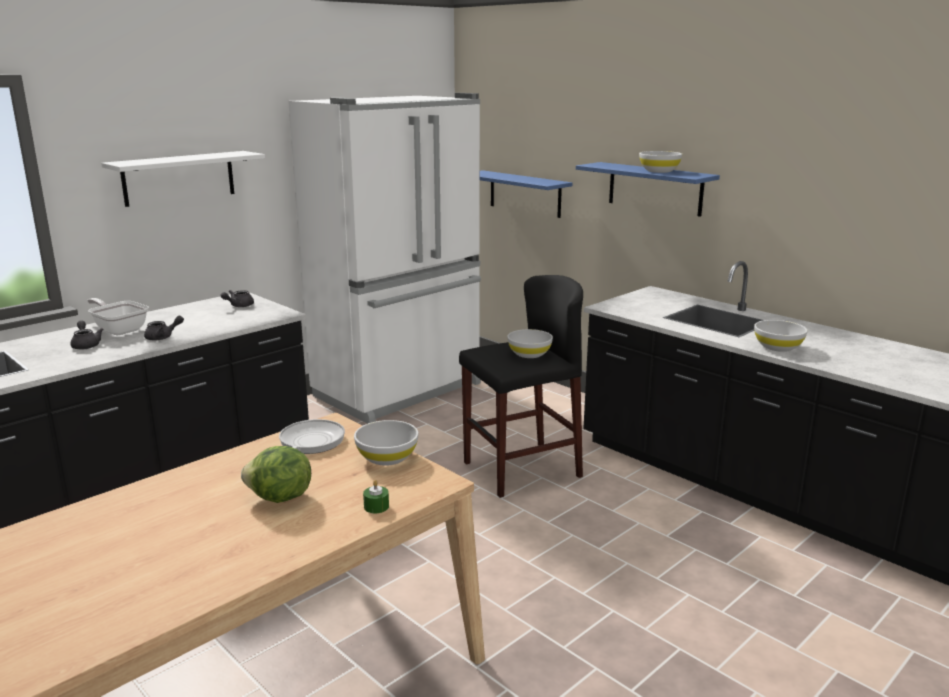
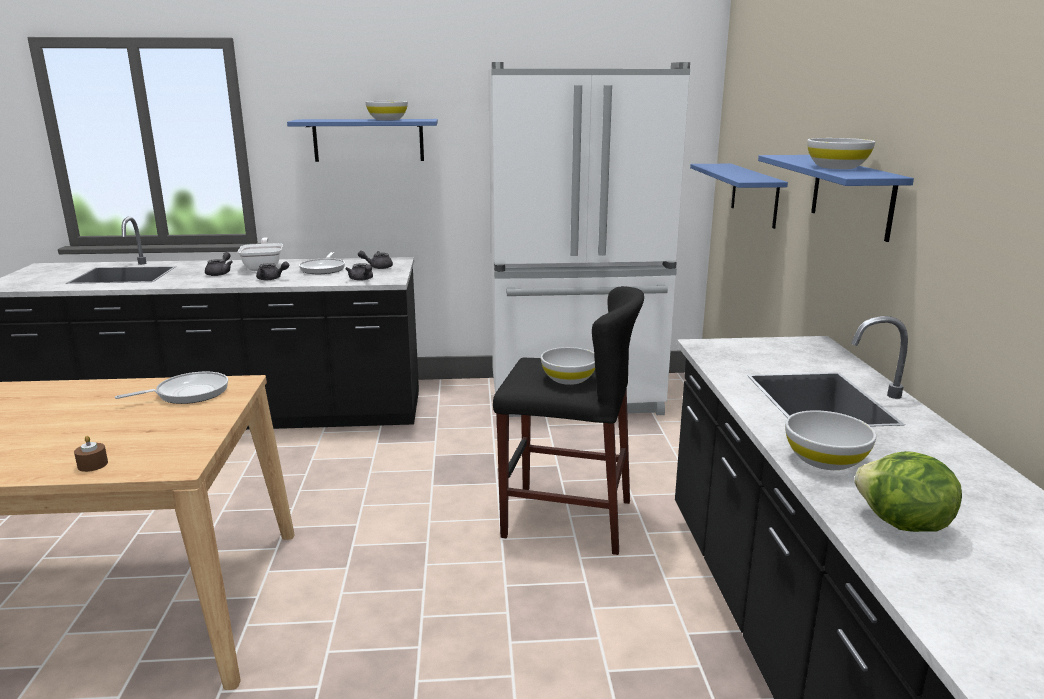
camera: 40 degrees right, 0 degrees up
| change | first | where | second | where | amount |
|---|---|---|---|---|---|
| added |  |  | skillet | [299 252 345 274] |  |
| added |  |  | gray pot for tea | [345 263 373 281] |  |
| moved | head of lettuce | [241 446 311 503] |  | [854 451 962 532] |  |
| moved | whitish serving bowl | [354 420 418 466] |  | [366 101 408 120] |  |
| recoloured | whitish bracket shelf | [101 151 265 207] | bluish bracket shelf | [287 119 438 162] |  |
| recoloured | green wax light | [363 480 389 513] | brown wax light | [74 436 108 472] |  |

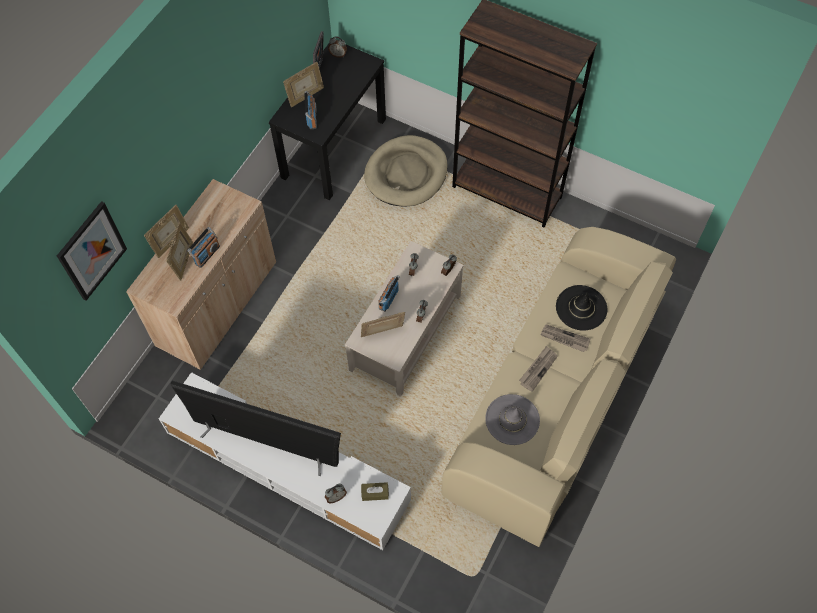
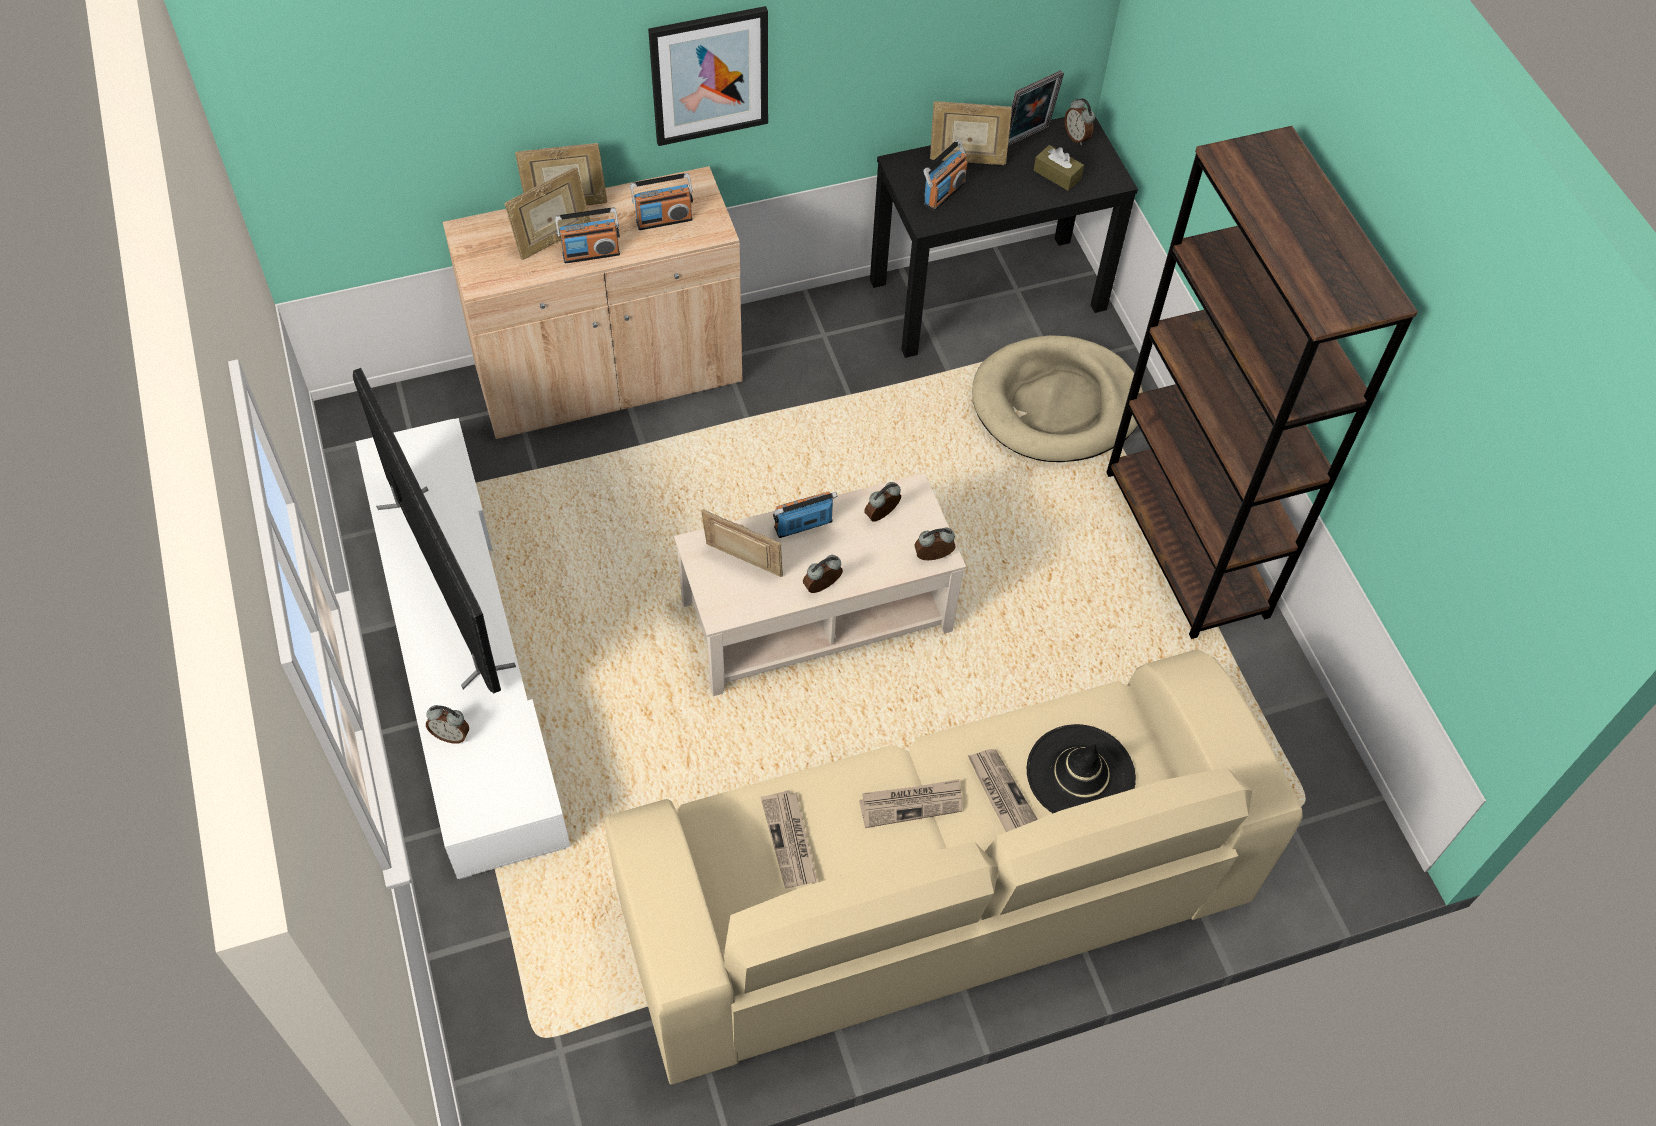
camera: 40 degrees right, 5 degrees down
| change | first | where | second | where | amount |
|---|---|---|---|---|---|
| added |  |  | radio | [630 173 693 230] |  |
| moved | wall picture | [57 201 127 301] |  | [648 6 768 146] |  |
| moved | brown box of tissues | [361 482 389 501] |  | [1034 145 1084 191] |  |
| replaced | gray wearable hat | [485 394 540 445] | printed paper | [761 790 817 889] |  |

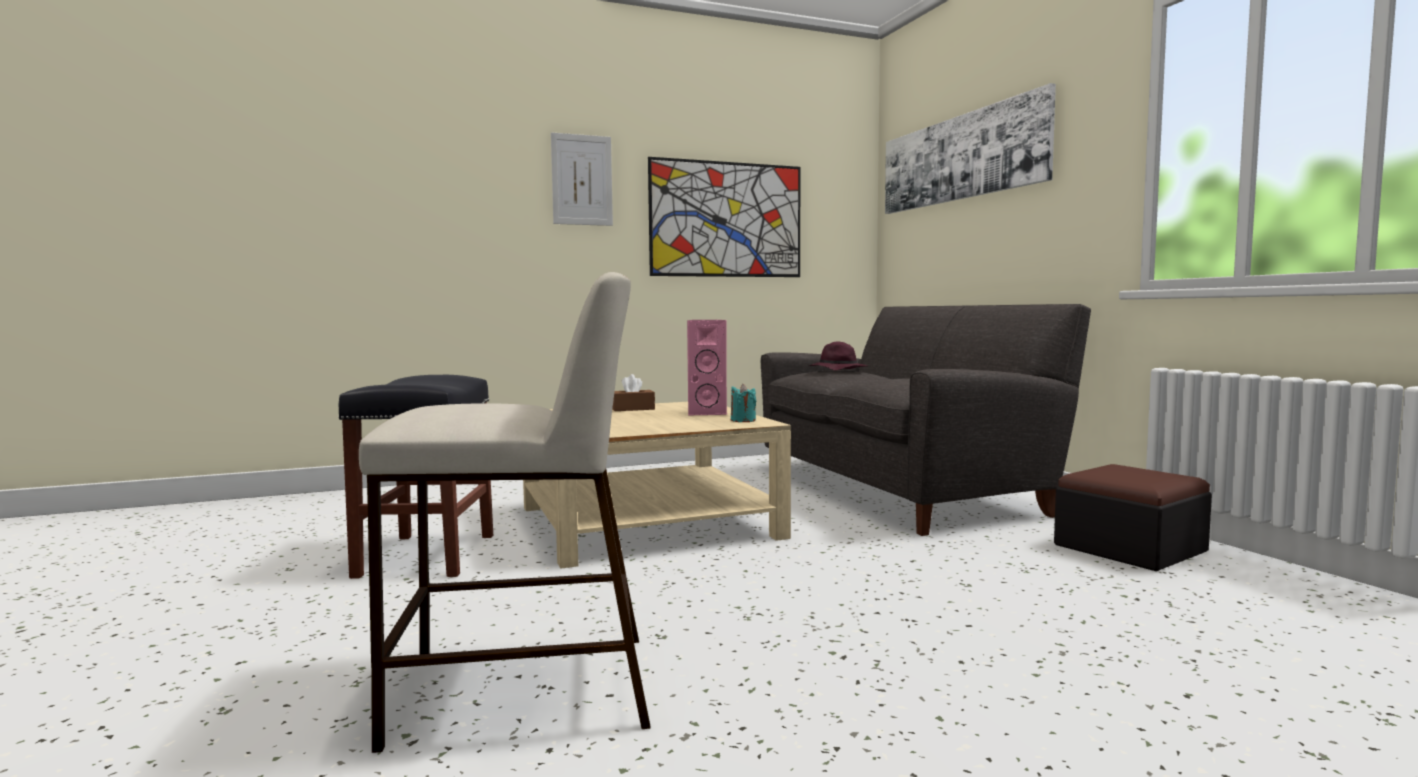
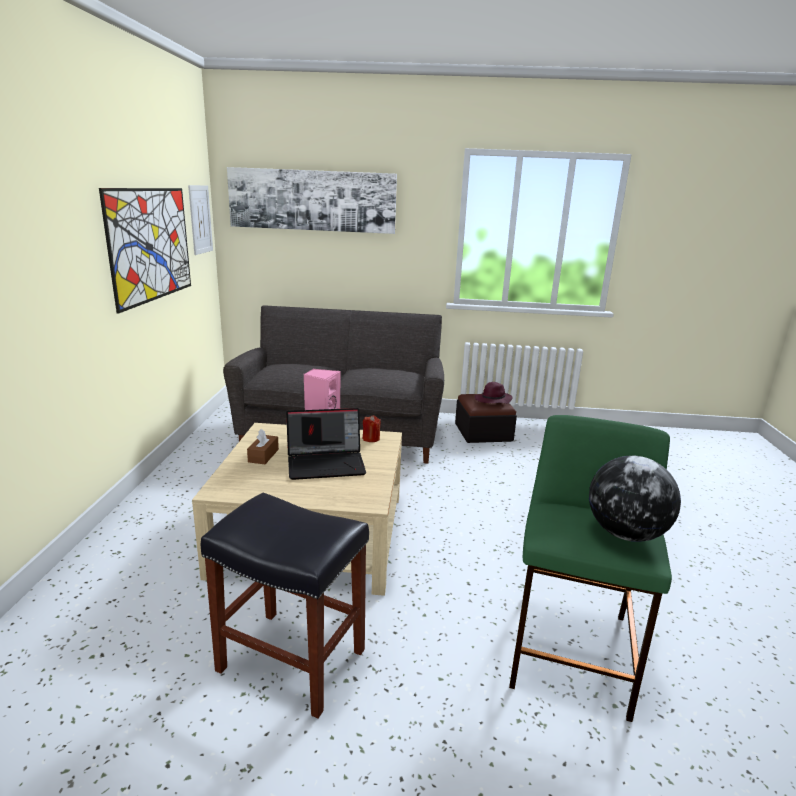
camera: 65 degrees left, 15 degrees up
| change | first | where | second | where | amount |
|---|---|---|---|---|---|
| added |  |  | laptop | [286 408 366 480] |  |
| added |  |  | world globe | [589 456 681 542] |  |
| moved | wall picture | [551 132 613 226] |  | [188 185 213 255] |  |
| moved | purplish wearable hat | [809 342 868 371] |  | [475 382 513 404] |  |
| recoloured | beige-coloured stool | [359 272 651 753] | green stool | [509 415 672 722] |  |
| recoloured | turquoise wax light | [731 384 756 422] | reddish wax light | [363 415 381 442] |  |

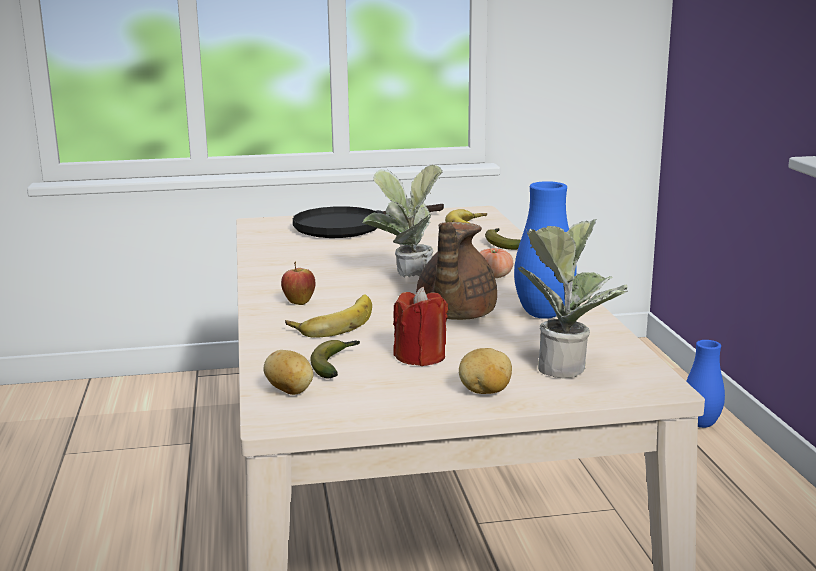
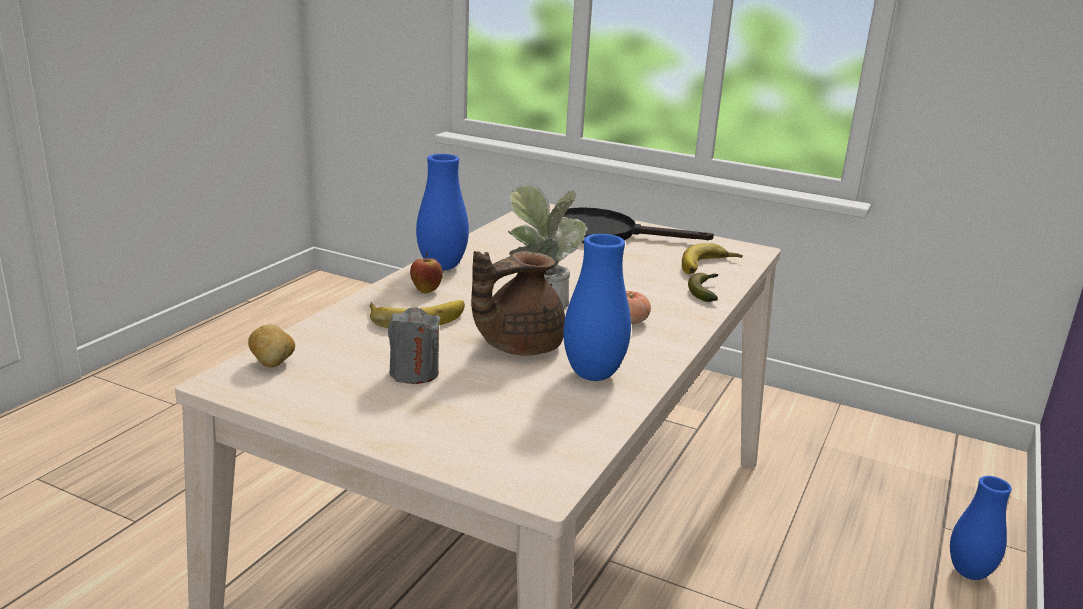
camera: 35 degrees right, 5 degrees up
| change | first | where | second | where | amount |
|---|---|---|---|---|---|
| removed | whole banana | [310 340 360 378] |  |  |  |
| removed | spud | [459 348 512 394] |  |  |  |
| removed | potted plant | [518 219 628 378] |  |  |  |
| added |  |  | bluish decorative vase | [416 154 469 270] |  |
| recoloured | reddish wax light | [393 287 448 366] | gray wax light | [388 307 440 384] |  |

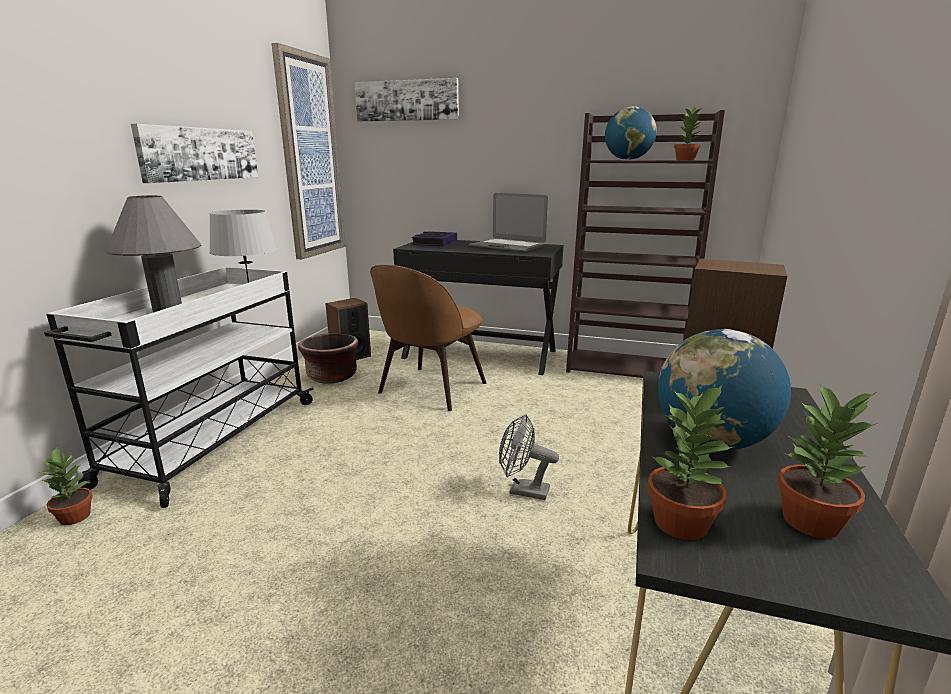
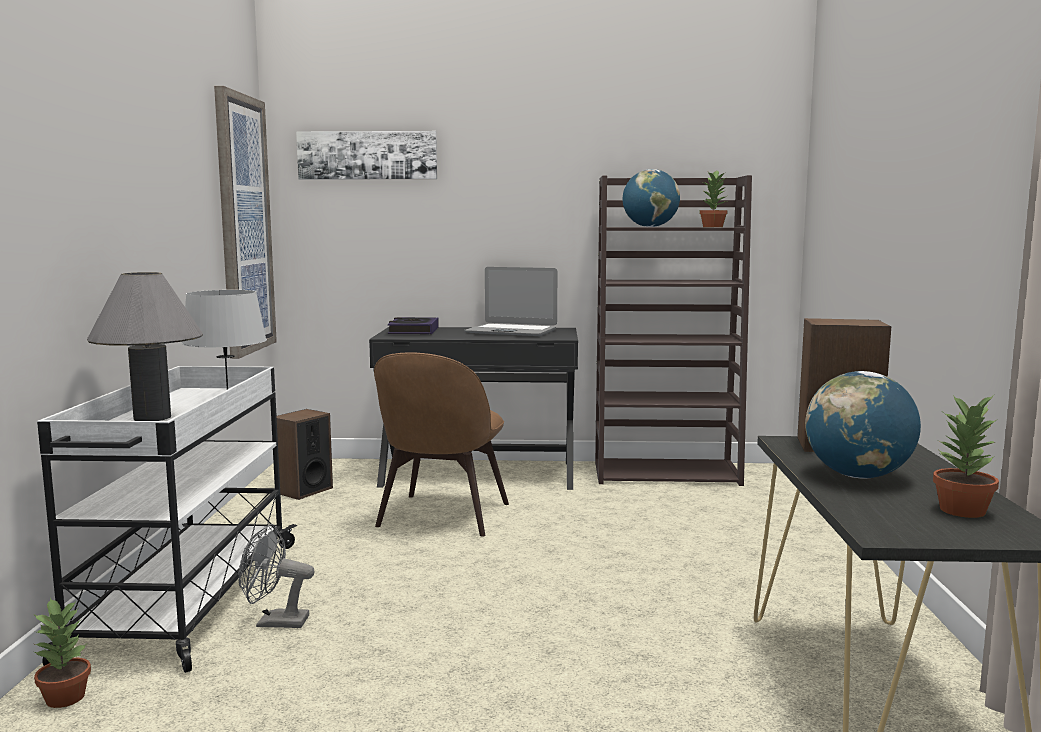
camera: 15 degrees left, 10 degrees down
| change | first | where | second | where | amount |
|---|---|---|---|---|---|
| removed | wall picture | [131 124 258 183] |  |  |  |
| removed | brown plant pot | [298 333 358 384] |  |  |  |
| removed | potted plant | [647 384 733 540] |  |  |  |
| moved | gray fan | [499 414 559 500] |  | [239 524 315 628] |  |

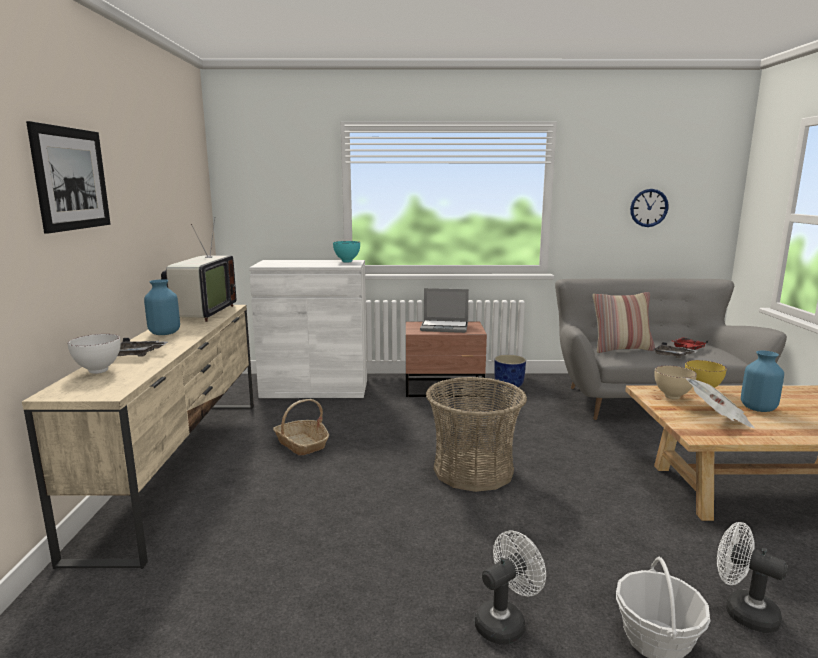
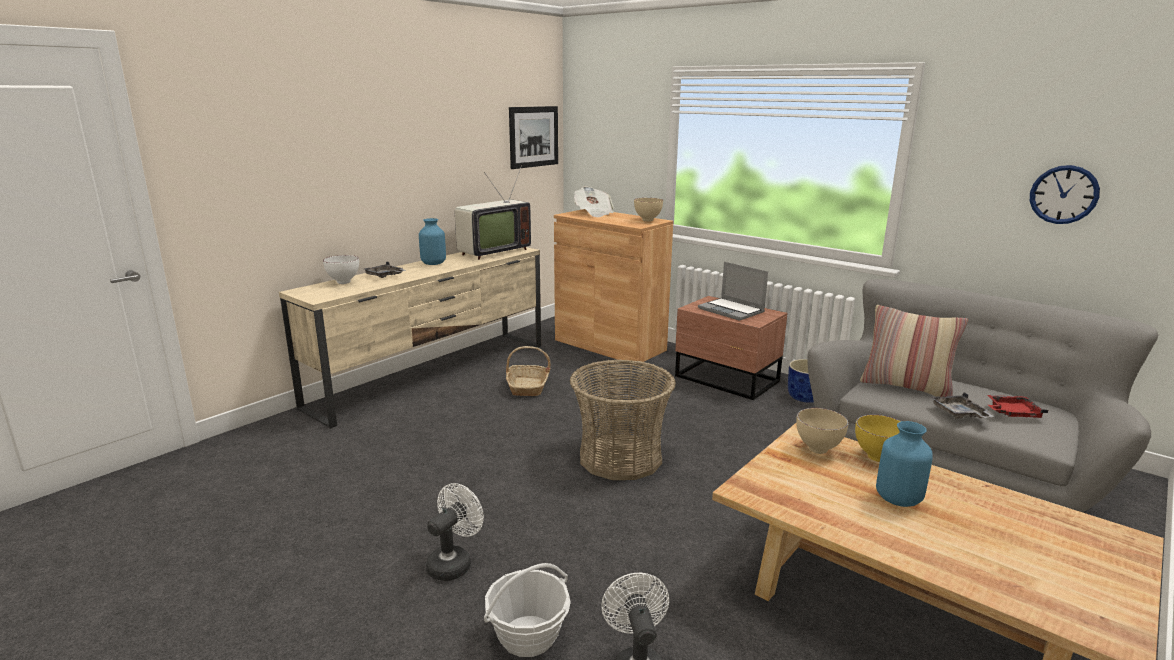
camera: 40 degrees right, 5 degrees up
| change | first | where | second | where | amount |
|---|---|---|---|---|---|
| moved | wall picture | [26 121 111 233] |  | [509 106 558 169] |  |
| moved | printed paper | [686 378 754 428] |  | [574 187 614 217] |  |
| recoloured | whitish storage cabinet | [249 260 367 398] | brown storage cabinet | [554 209 673 362] |  |
| recoloured | turquoise serving bowl | [333 241 360 263] | beige-coloured serving bowl | [634 198 663 222] |  |
| turned | whitish fan | [475 531 546 644] |  | [426 483 484 581] | 60 degrees counterclockwise |

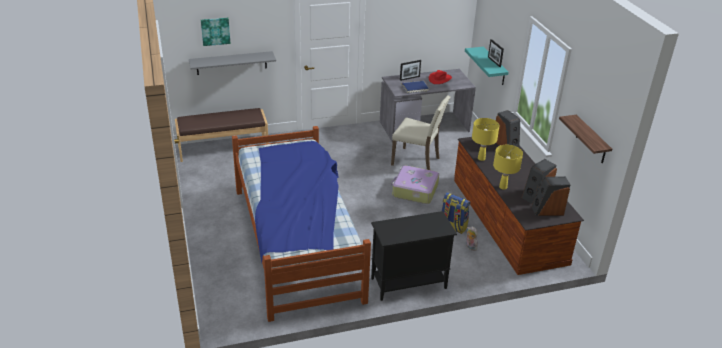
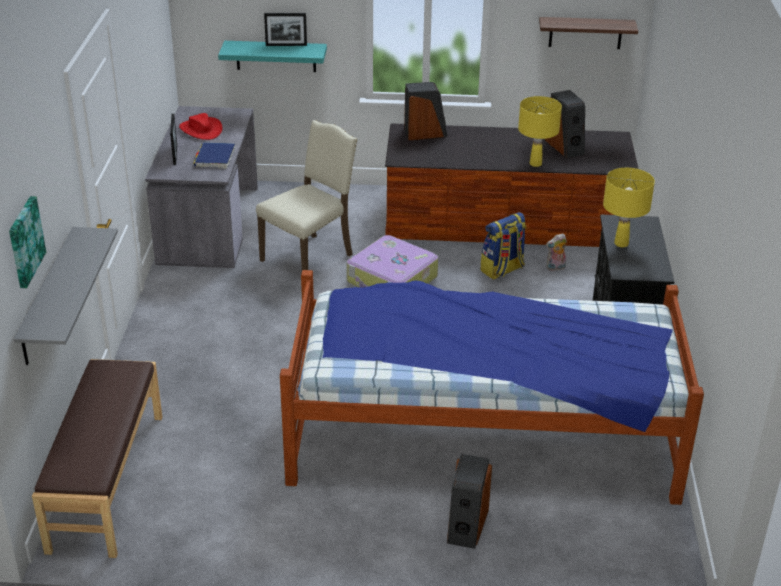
camera: 70 degrees left, 0 degrees up
| change | first | where | second | where | amount |
|---|---|---|---|---|---|
| moved | yellowish tabletop lamp | [472 118 500 161] |  | [603 168 655 247] |  |
| moved | loudspeaker | [531 176 570 216] |  | [447 454 492 549] |  |

